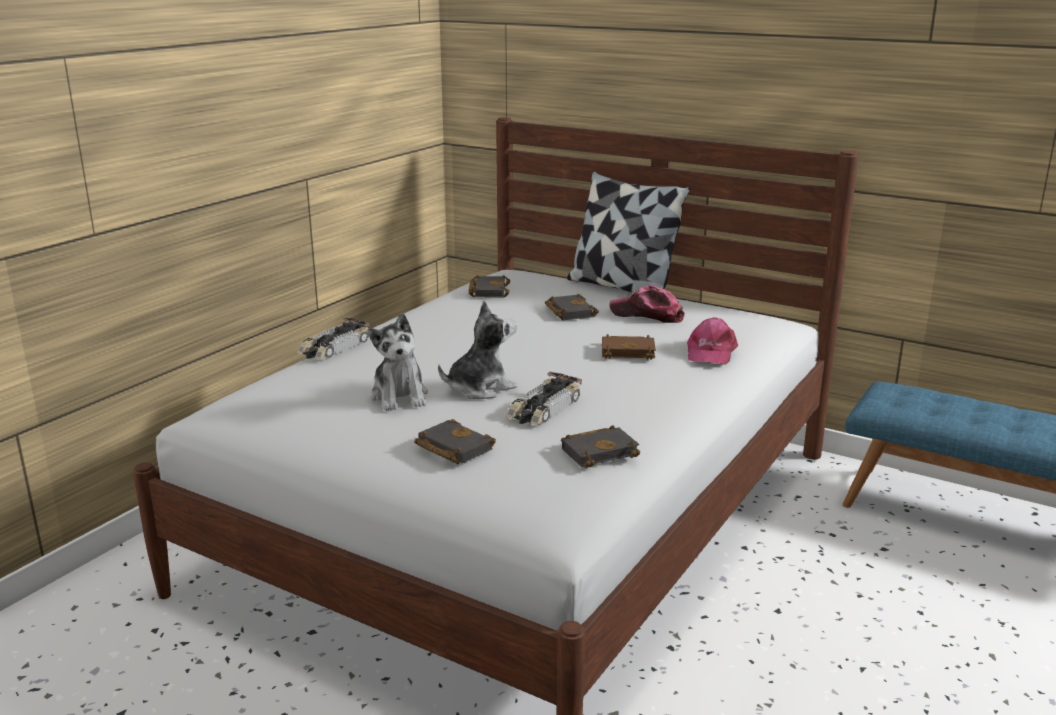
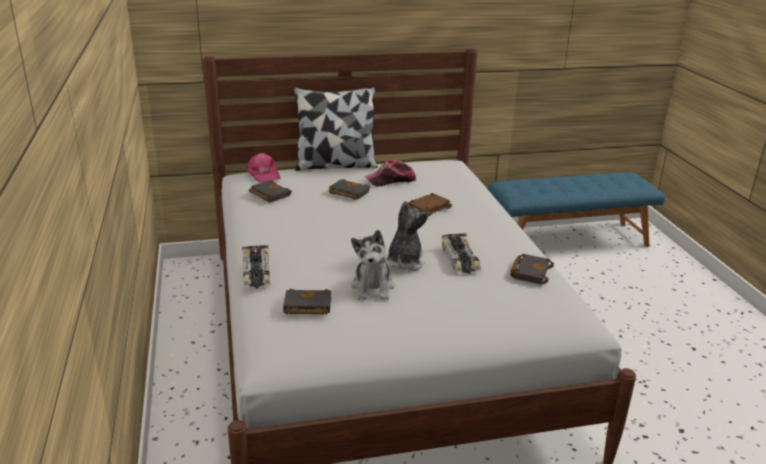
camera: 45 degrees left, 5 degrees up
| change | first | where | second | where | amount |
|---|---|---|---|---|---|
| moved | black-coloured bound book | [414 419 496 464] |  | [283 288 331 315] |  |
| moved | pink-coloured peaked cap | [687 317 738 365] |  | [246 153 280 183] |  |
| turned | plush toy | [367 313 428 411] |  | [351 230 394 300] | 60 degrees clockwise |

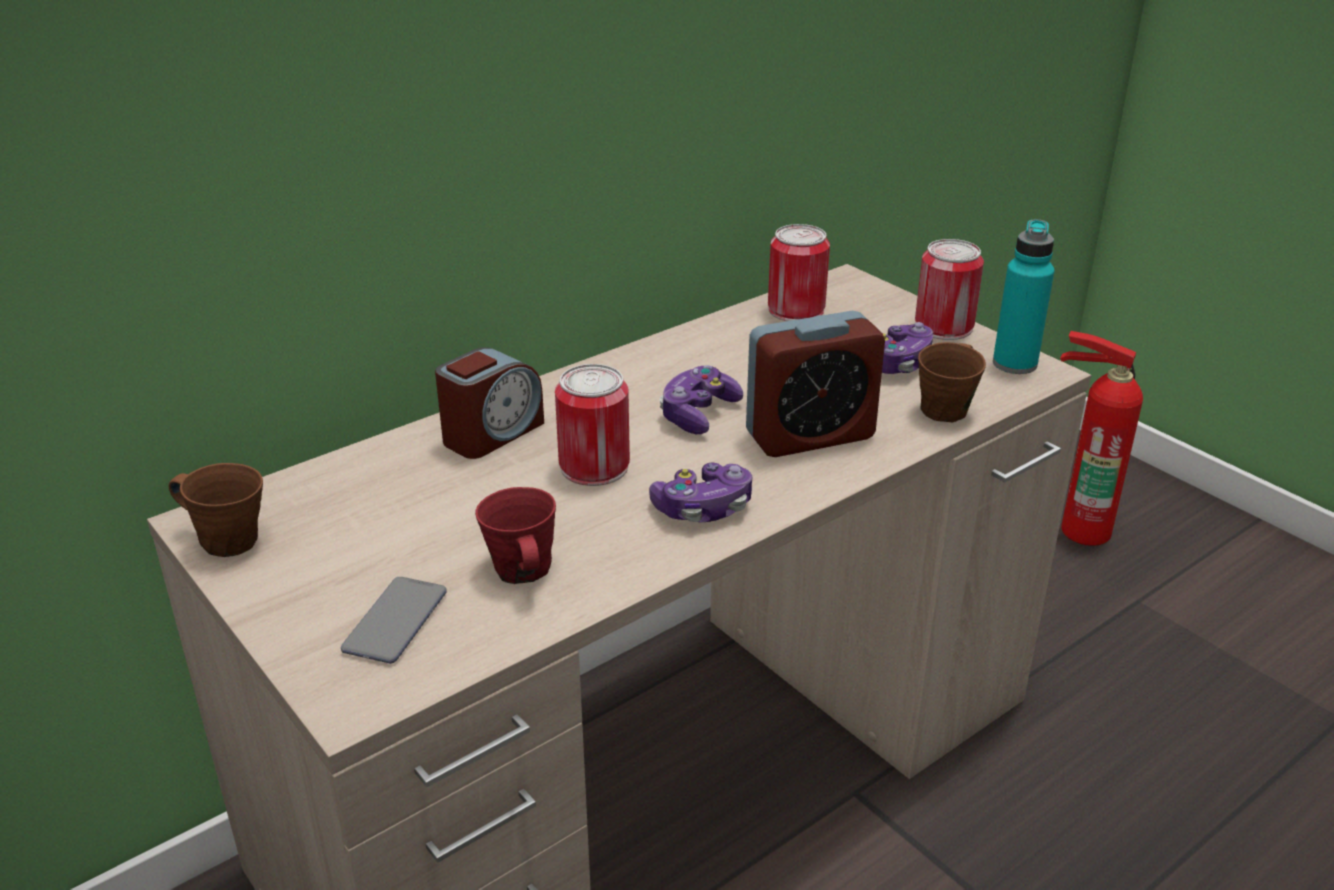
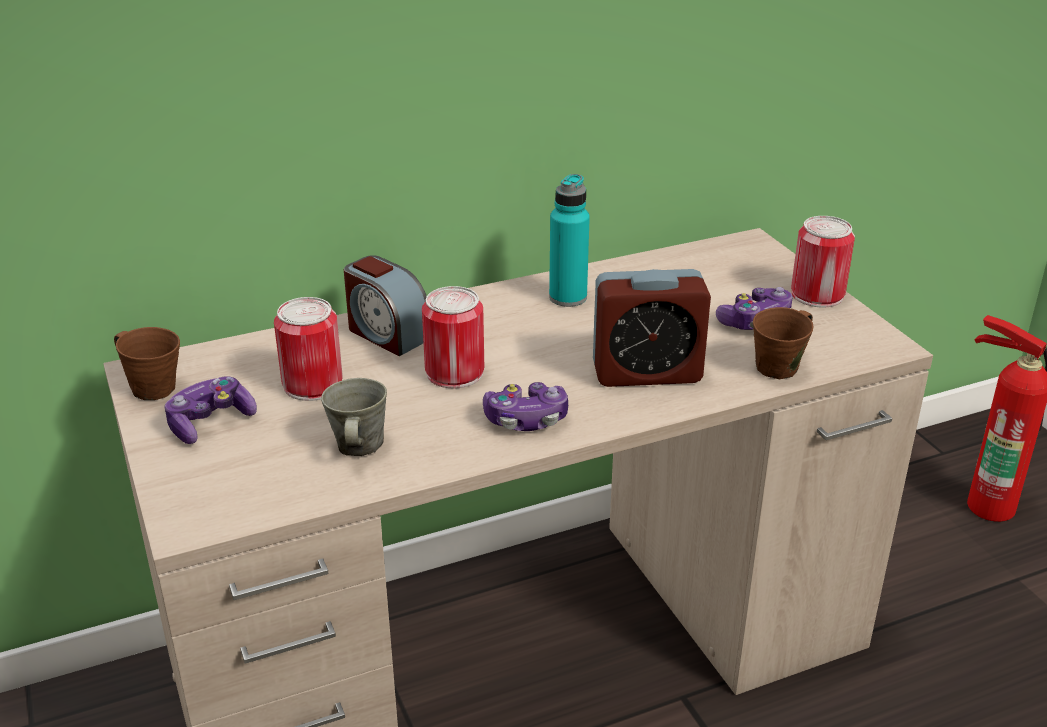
camera: 15 degrees right, 0 degrees up
| change | first | where | second | where | amount |
|---|---|---|---|---|---|
| removed | phone | [341 577 447 664] |  |  |  |
| moved | gamepad | [659 365 743 434] |  | [164 376 257 444] |  |
| moved | can | [768 224 830 321] |  | [274 297 343 401] |  |
| moved | turquoise beverage bottle | [993 219 1054 374] |  | [549 174 590 307] |  |
| recoloured | reddish coffee mug | [475 487 556 584] | gray coffee mug | [321 378 387 456] |  |
| turned | alarm clock | [435 347 544 459] |  | [344 255 427 356] | 75 degrees clockwise |

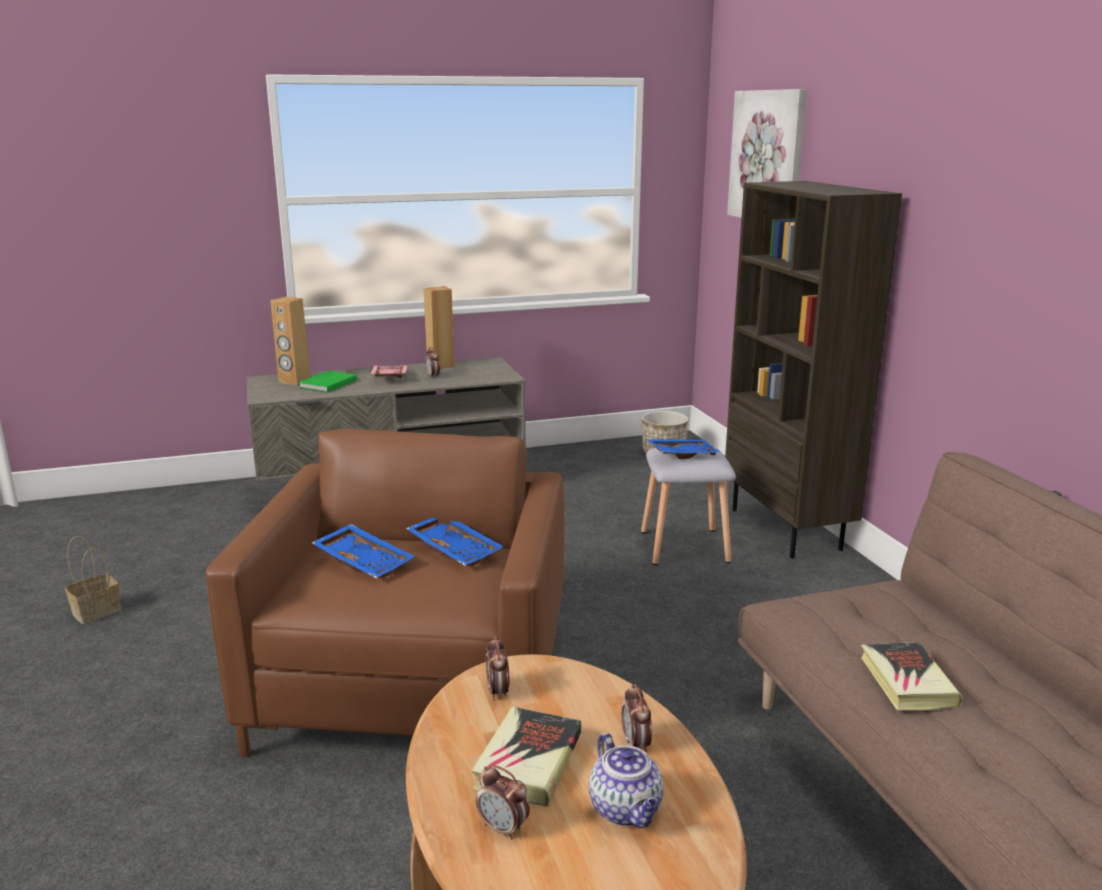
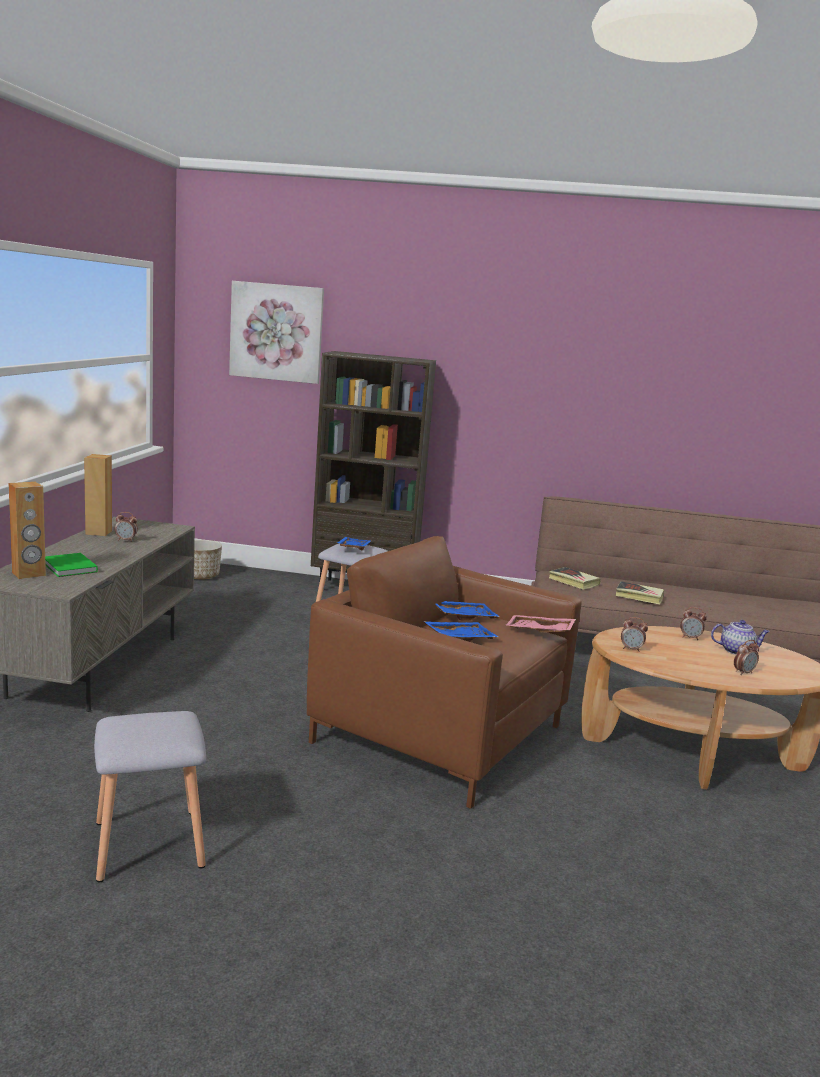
camera: 65 degrees left, 5 degrees down
| change | first | where | second | where | amount |
|---|---|---|---|---|---|
| moved | pink-coloured carrying tray | [370 366 407 378] |  | [506 615 576 632] |  |
| moved | bound book | [472 707 581 807] |  | [549 567 601 590] |  |
| replaced | household basket | [65 536 121 624] | gray stool | [94 711 206 882] |  |

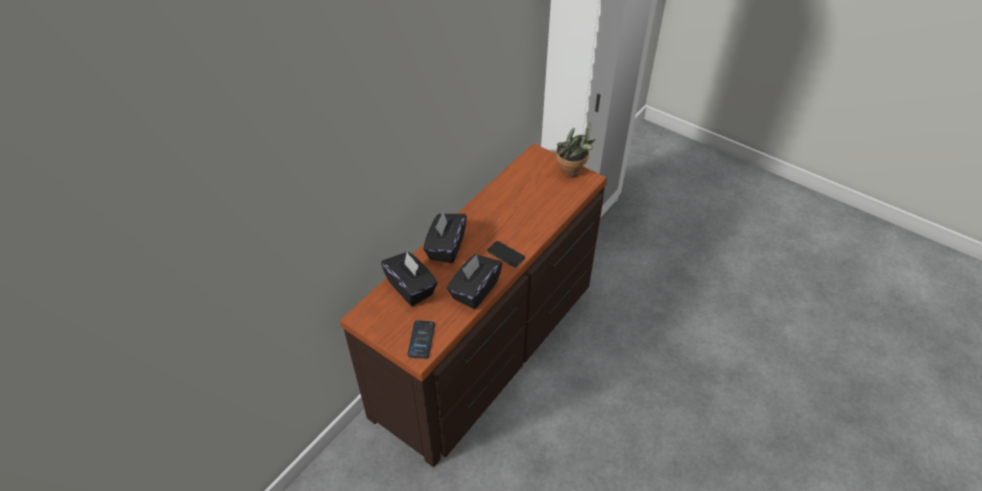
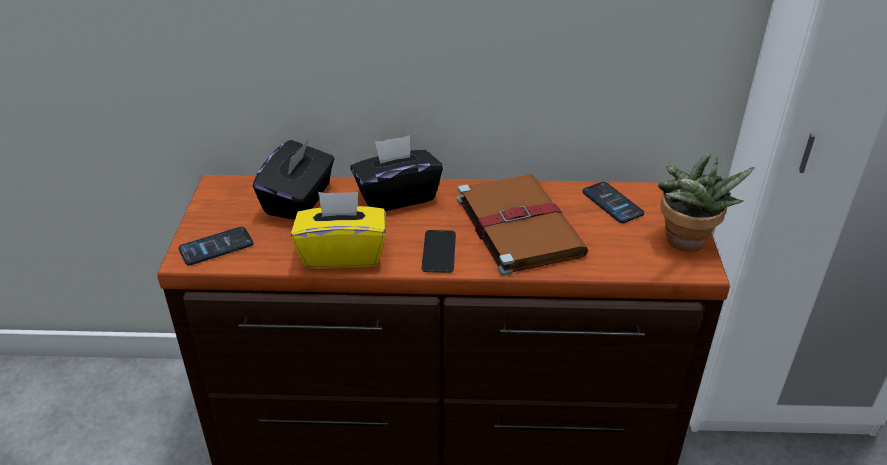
camera: 55 degrees right, 10 degrees down
| change | first | where | second | where | amount |
|---|---|---|---|---|---|
| added |  |  | brown bound book | [457 174 588 276] |  |
| added |  |  | phone | [582 182 644 223] |  |
| recoloured | black-coloured box of tissues | [447 254 502 309] | yellowish box of tissues | [291 192 386 269] |  |

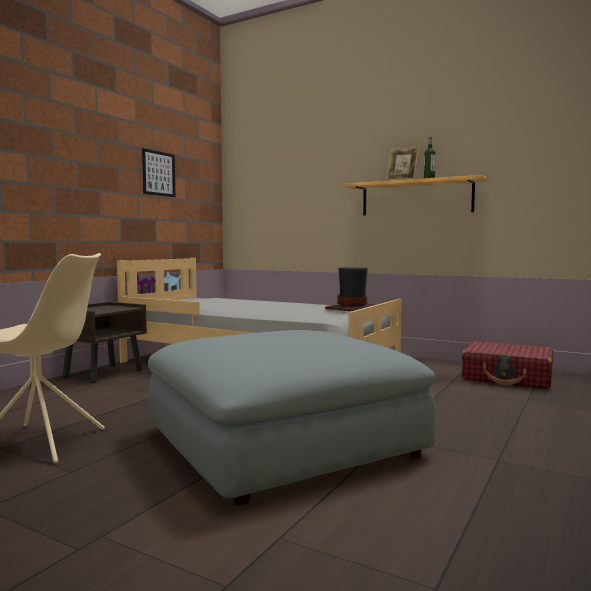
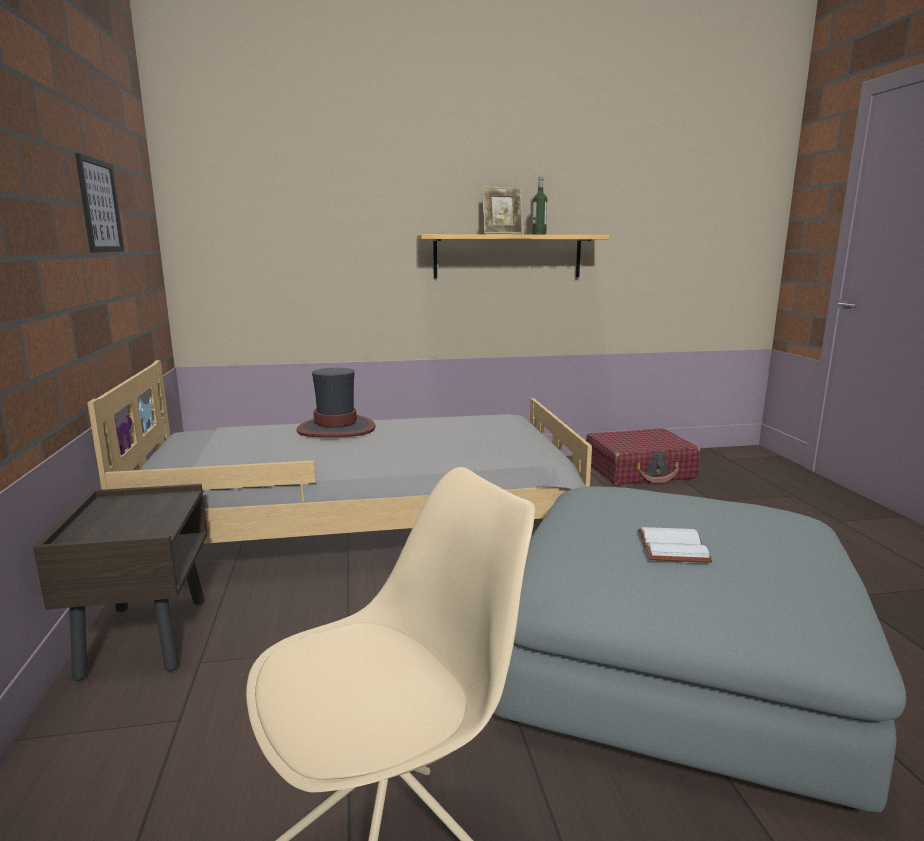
camera: 40 degrees left, 10 degrees up
| change | first | where | second | where | amount |
|---|---|---|---|---|---|
| added |  |  | whitish bound book | [638 527 712 563] |  |
| moved | wearable hat | [325 267 375 311] |  | [297 368 375 437] |  |

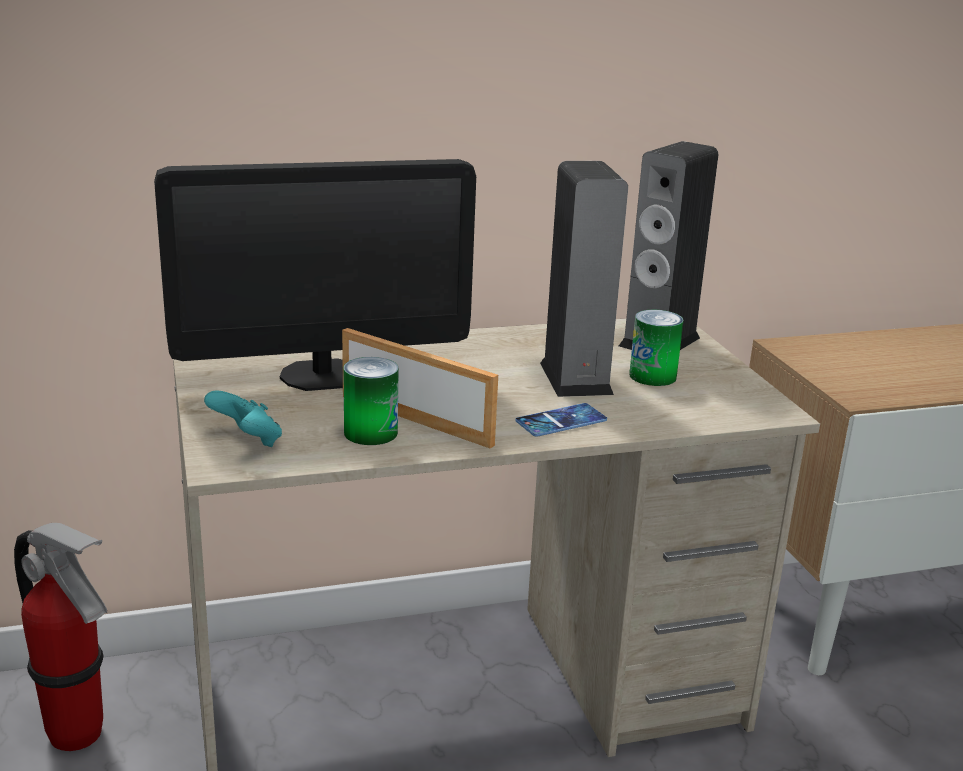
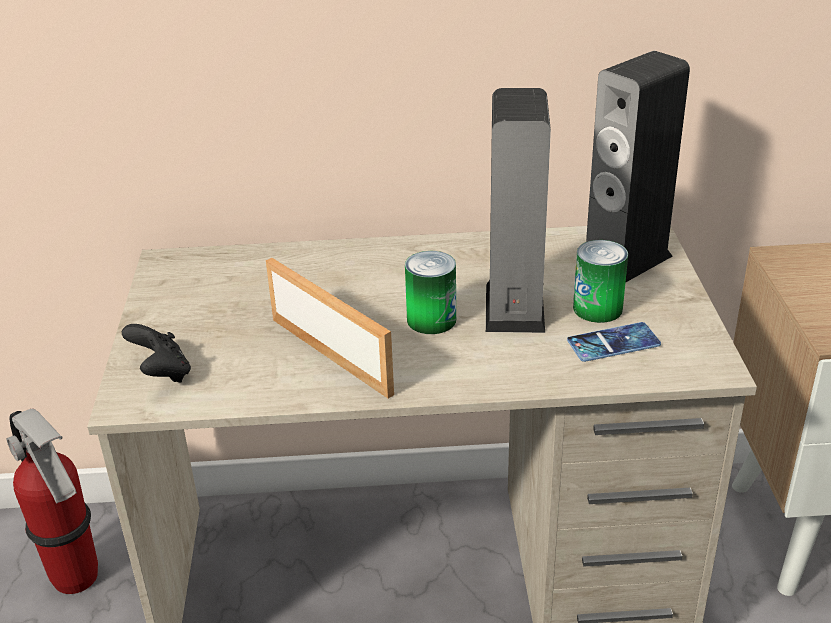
camera: 15 degrees right, 10 degrees up
| change | first | where | second | where | amount |
|---|---|---|---|---|---|
| removed | monitor | [154 159 476 391] |  |  |  |
| moved | can | [343 357 399 445] |  | [405 251 456 334] |  |
| moved | phone | [515 403 607 437] |  | [567 322 661 362] |  |
| recoloured | turquoise gamepad | [204 390 282 447] | black-coloured gamepad | [122 324 191 383] |  |

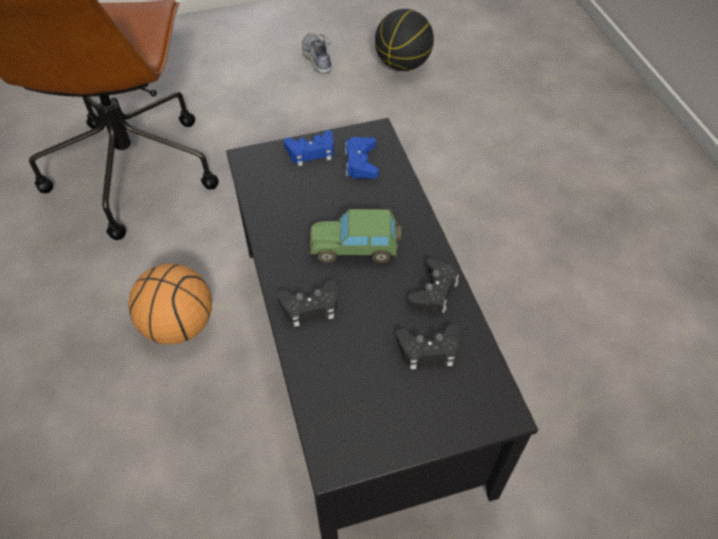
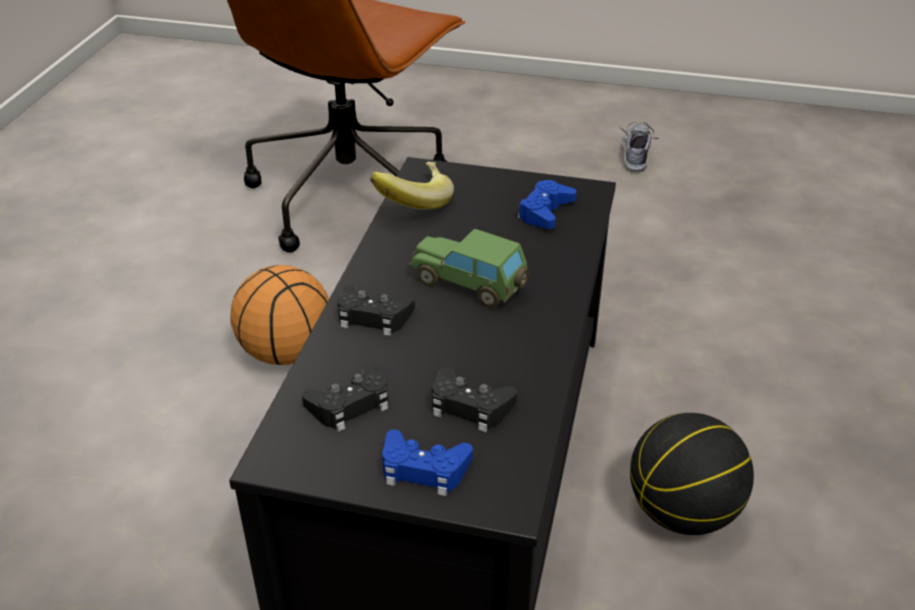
camera: 30 degrees right, 15 degrees down
| change | first | where | second | where | amount |
|---|---|---|---|---|---|
| added |  |  | whole banana | [370 162 454 210] |  |
| moved | bluish gamepad | [284 130 334 166] |  | [382 429 473 496] |  |
| moved | basketball | [375 9 434 71] |  | [630 413 754 535] |  |
| moved | black-coloured gamepad | [408 258 459 313] |  | [302 363 389 432] |  |

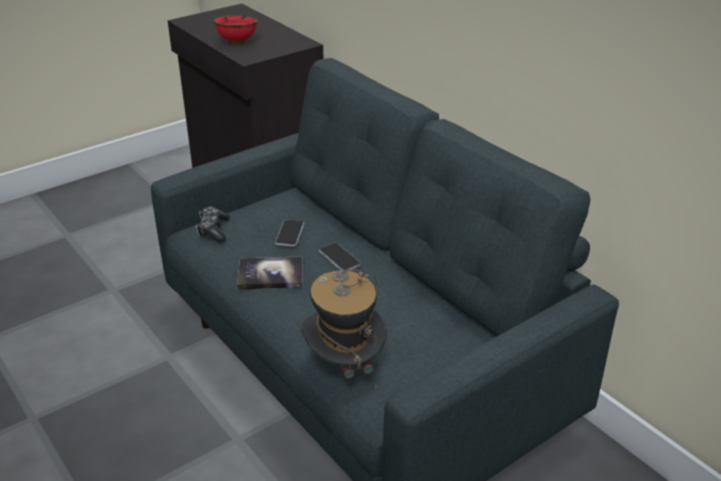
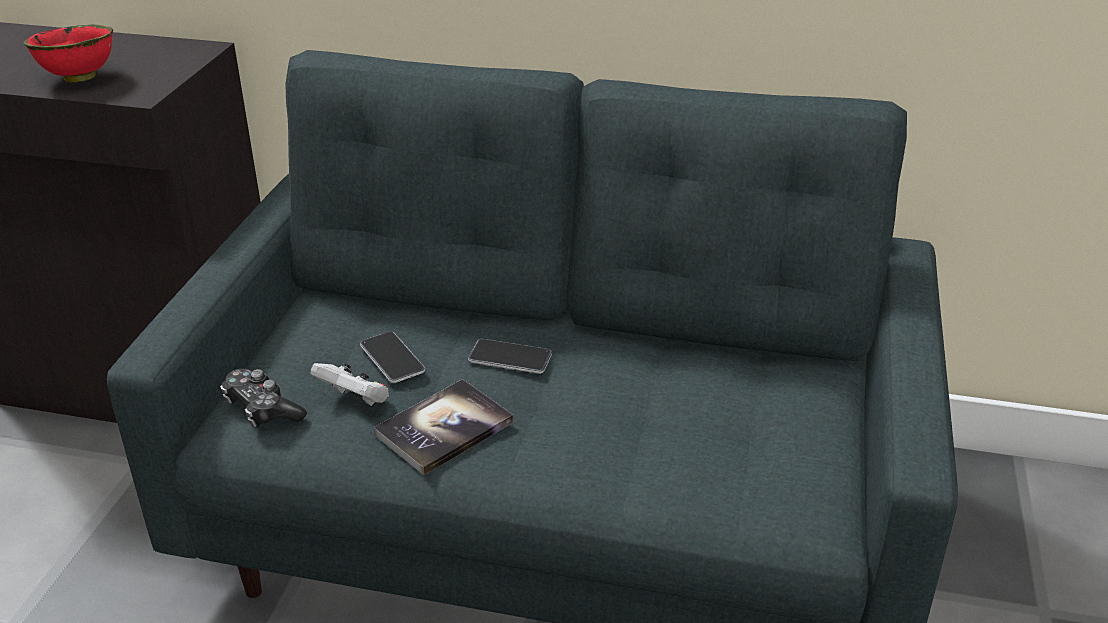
camera: 40 degrees left, 0 degrees up
| change | first | where | second | where | amount |
|---|---|---|---|---|---|
| removed | wearable hat | [301 269 387 391] |  |  |  |
| added |  |  | whitish gamepad | [310 363 389 406] |  |

